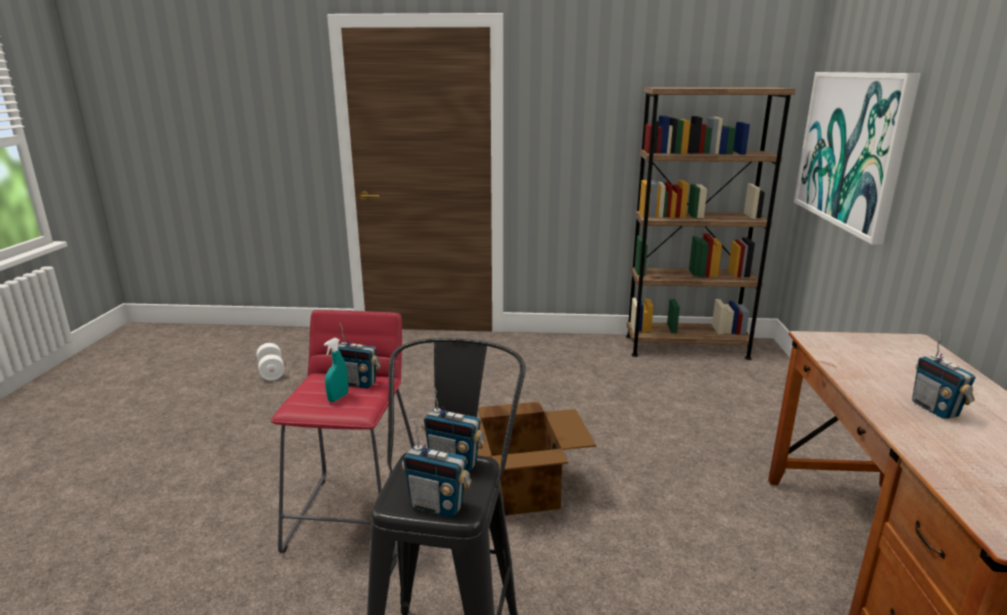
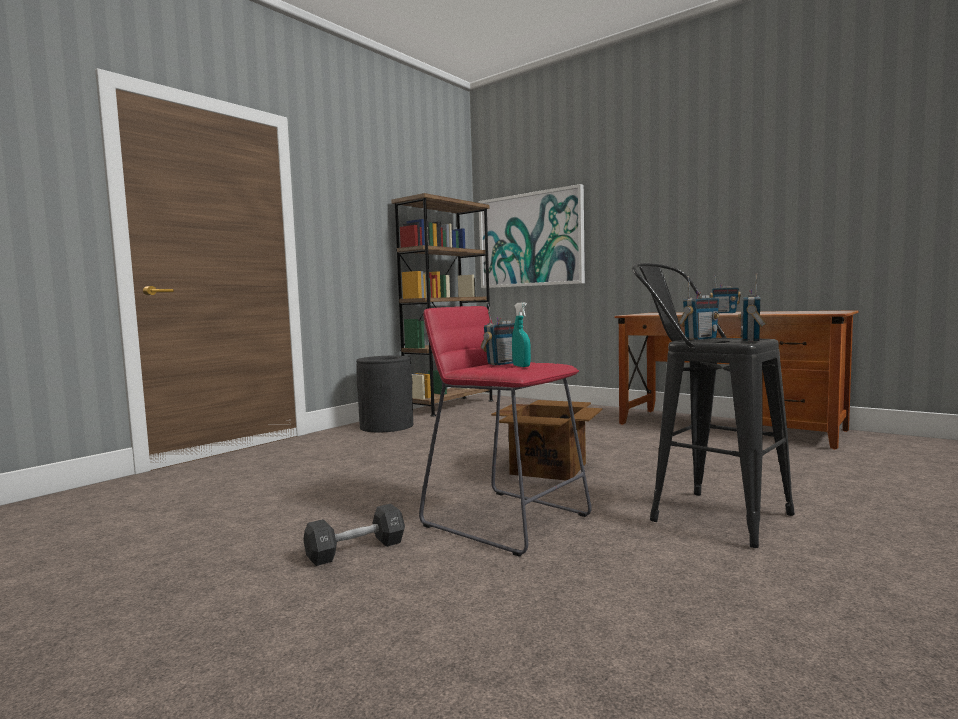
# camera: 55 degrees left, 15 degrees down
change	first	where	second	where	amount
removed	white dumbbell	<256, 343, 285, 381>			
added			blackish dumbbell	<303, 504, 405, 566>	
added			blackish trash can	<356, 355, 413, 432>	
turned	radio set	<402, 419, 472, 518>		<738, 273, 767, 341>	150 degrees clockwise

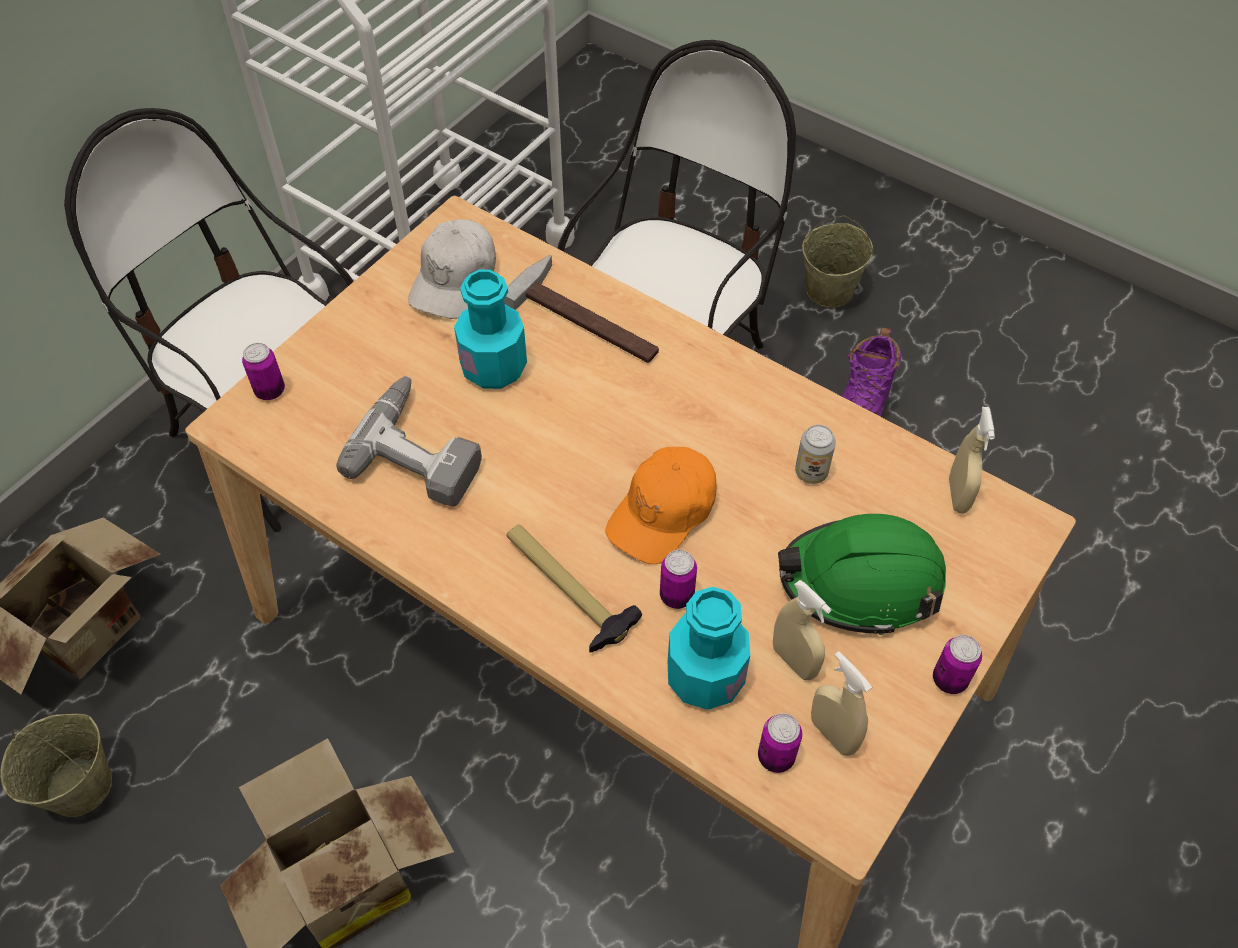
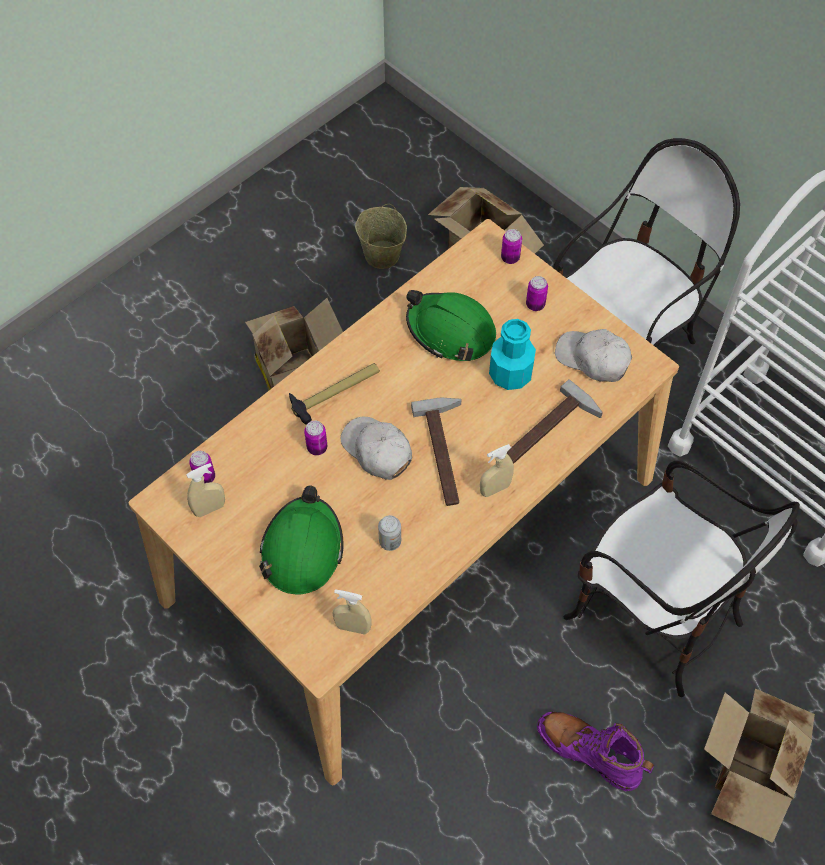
# camera: 100 degrees right, 5 degrees up
change	first	where	second	where	amount
removed	blue-green drink bottle	<668, 587, 750, 710>			
added			hammer	<411, 398, 461, 506>	
moved	beige-coloured hand sprayer	<773, 580, 832, 680>		<480, 444, 514, 497>	
moved	can	<933, 635, 982, 694>		<526, 276, 548, 311>	
replaced	drill	<336, 376, 482, 507>	green work helmet	<406, 290, 496, 361>	
replaced	beige-coloured bucket	<802, 215, 873, 308>	carton	<704, 688, 815, 843>	
recoloured	orange baseball cap	<606, 447, 717, 564>	white baseball cap	<340, 417, 412, 480>	

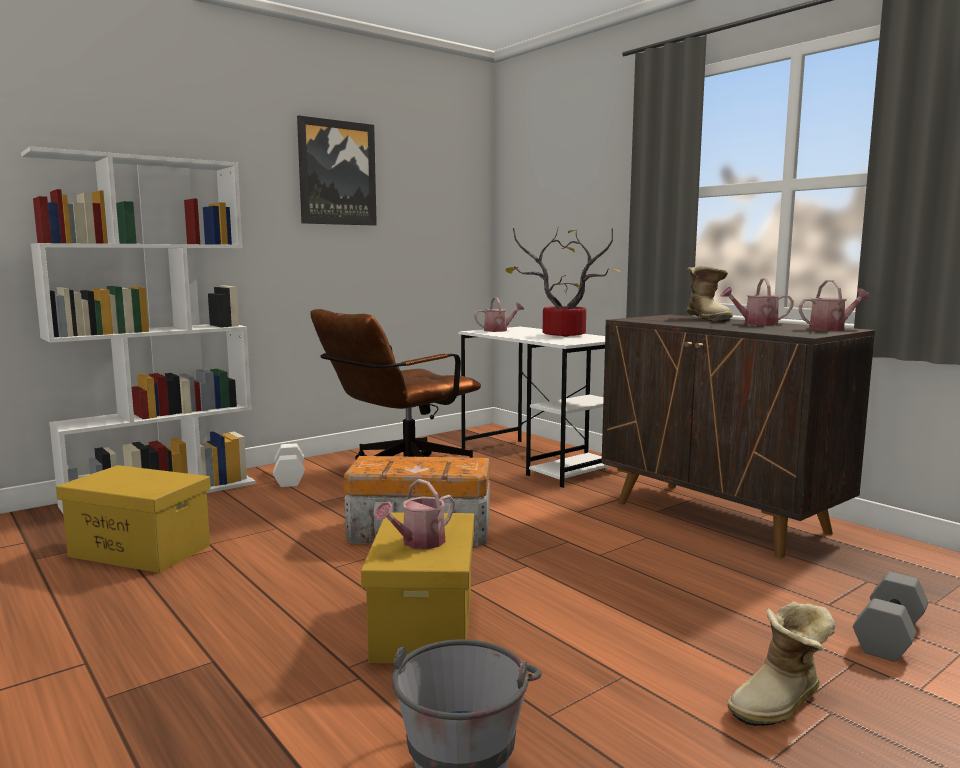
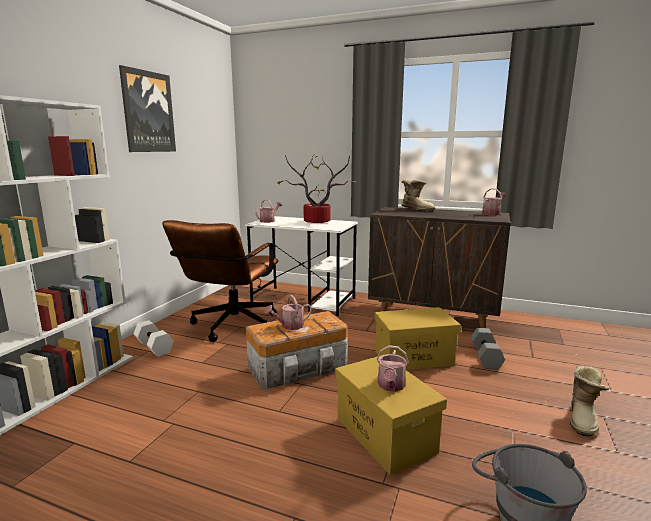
# camera: 30 degrees left, 5 degrees up
change	first	where	second	where	amount
moved	yellow-coloured storage box	<56, 465, 211, 573>		<374, 307, 461, 370>	
moved	sprinkling can	<720, 278, 794, 326>		<265, 295, 312, 330>	
moved	greyish dumbbell	<853, 572, 929, 662>		<471, 328, 505, 370>	

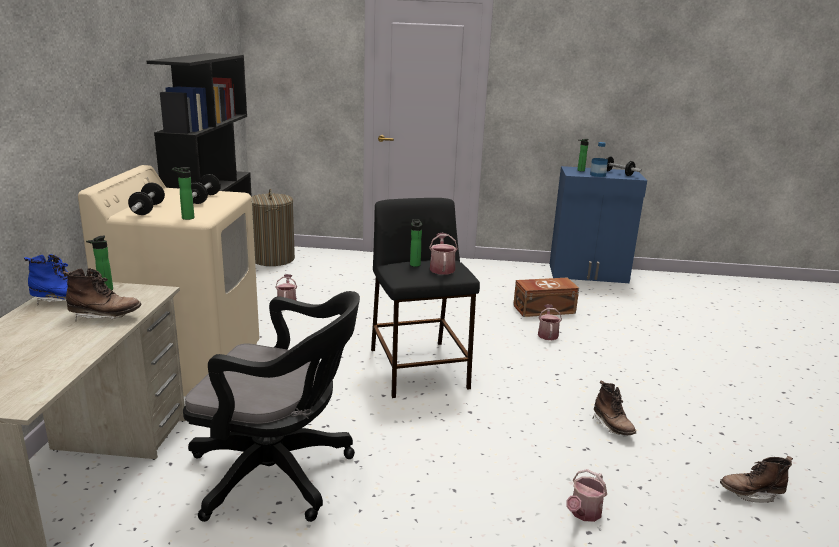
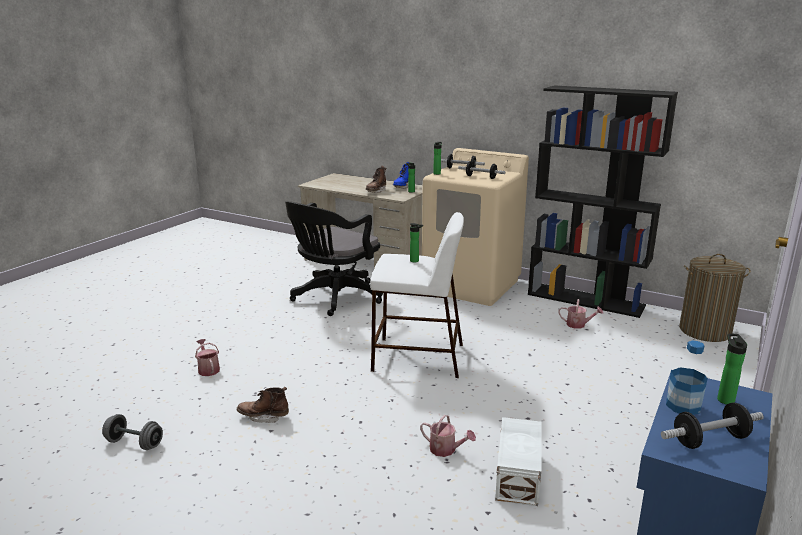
# camera: 115 degrees right, 0 degrees up
change	first	where	second	where	amount
removed	sprinkling can	<429, 233, 458, 275>			
replaced	brown-coloured boot	<720, 456, 793, 503>	greyish dumbbell	<102, 414, 163, 450>	
recoloured	blackish sitting stool	<371, 198, 480, 398>	white sitting stool	<370, 212, 464, 378>	
recoloured	brown-coloured storage box	<513, 278, 579, 317>	white storage box	<495, 417, 542, 506>	

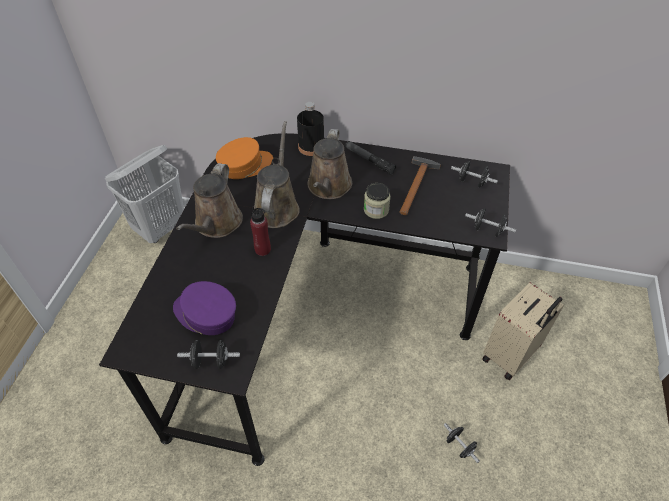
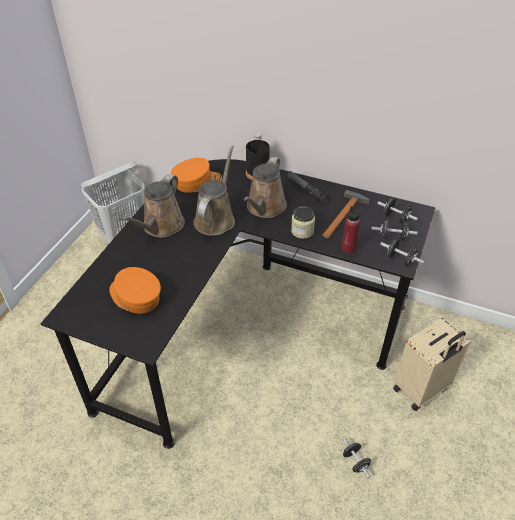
# camera: 10 degrees right, 5 degrees down
change	first	where	second	where	amount
moved	blackish dumbbell	<177, 340, 240, 369>		<371, 219, 418, 242>	
moved	reddish drink bottle	<250, 206, 271, 256>		<342, 207, 362, 253>	
recoloured	purple-coloured baseball cap	<173, 281, 236, 335>	orange baseball cap	<109, 267, 161, 314>	

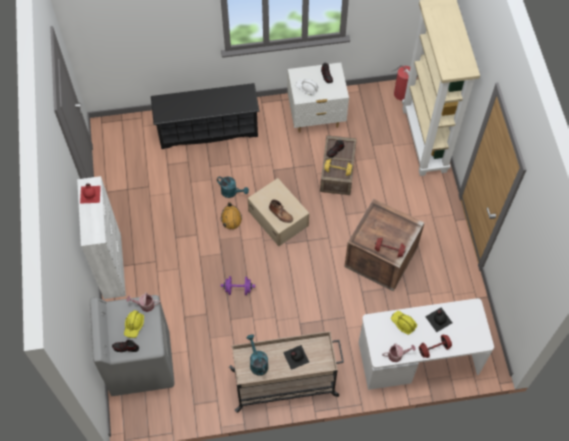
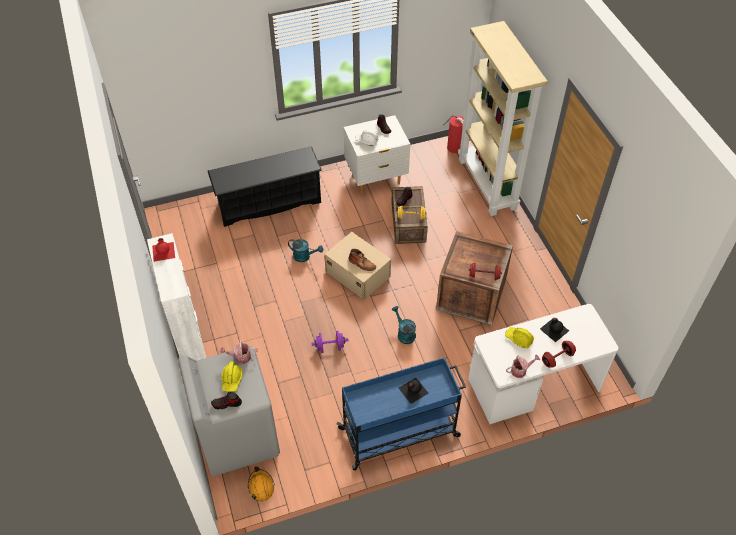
# camera: 10 degrees left, 10 degrees down
change	first	where	second	where	amount
moved	orange work helmet	<221, 202, 242, 229>		<248, 466, 275, 501>	
moved	blue-green sprinkling can	<247, 334, 268, 376>		<392, 306, 416, 344>	
recoloured	beige-coloured trolley	<229, 331, 344, 413>	blue-coloured trolley	<337, 357, 466, 471>	

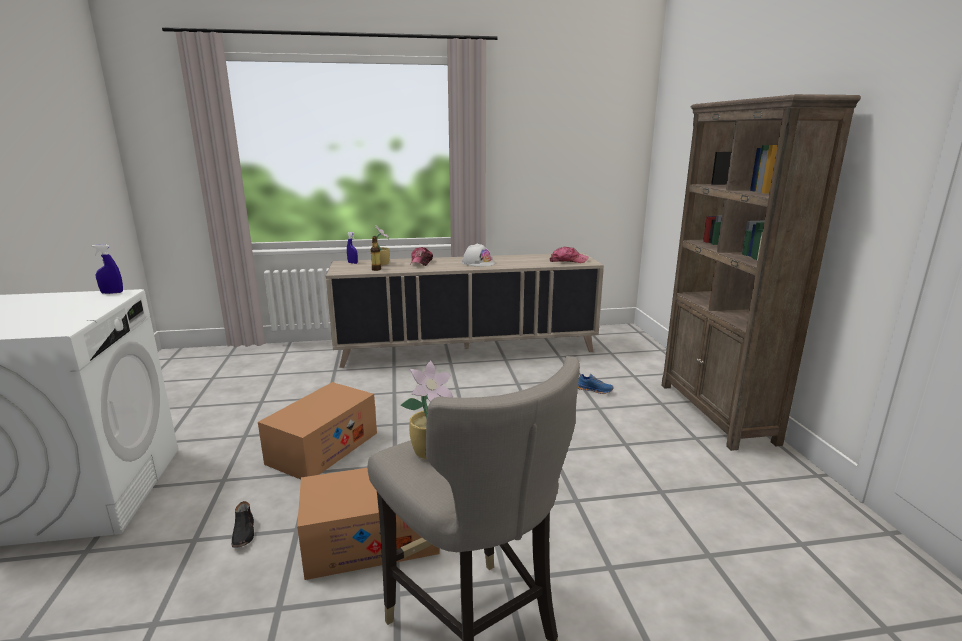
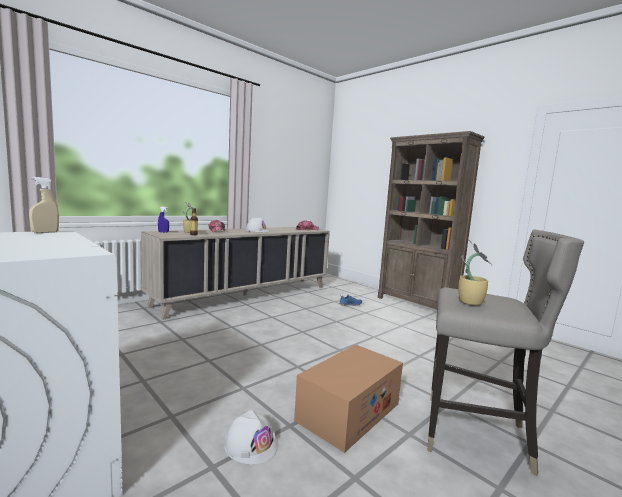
# camera: 35 degrees left, 10 degrees down
change	first	where	second	where	amount
removed	carton	<258, 382, 377, 480>			
replaced	blackish shoe	<231, 501, 254, 548>	white work helmet	<224, 410, 278, 465>	
recoloured	blue-coloured hand sprayer	<92, 244, 123, 294>	beige-coloured hand sprayer	<29, 177, 59, 233>	

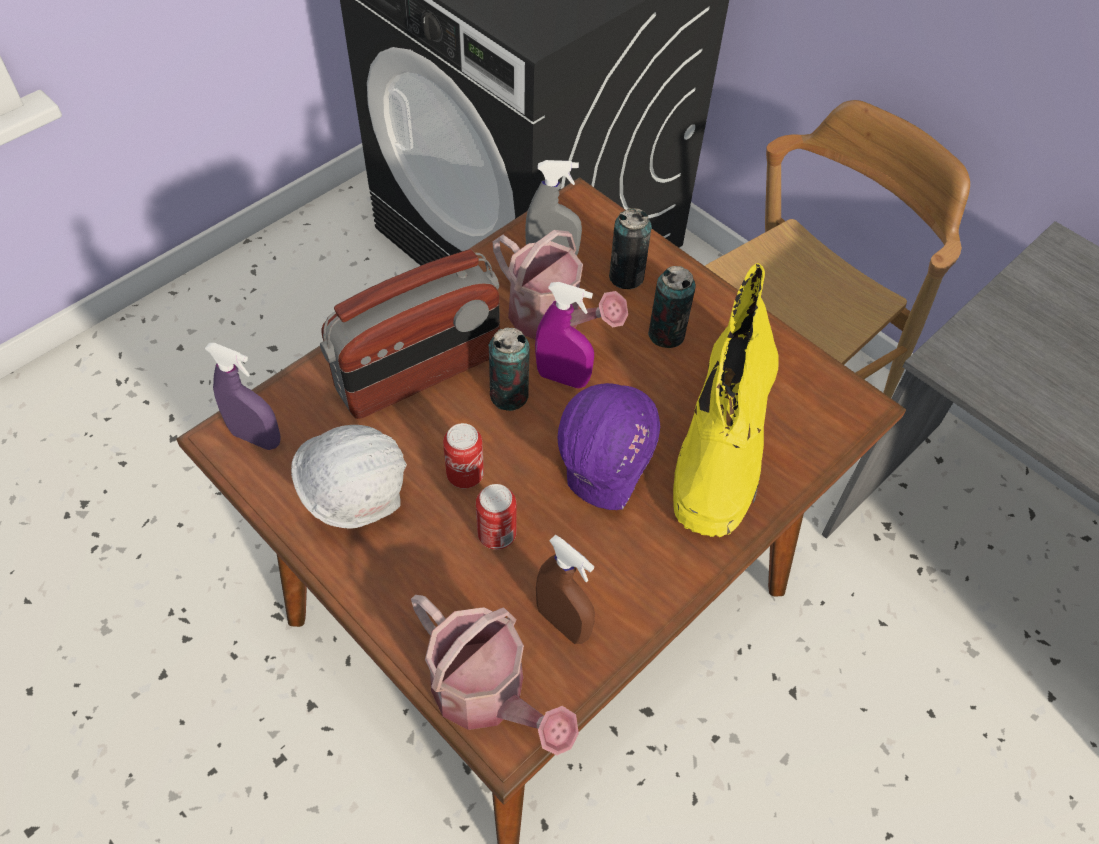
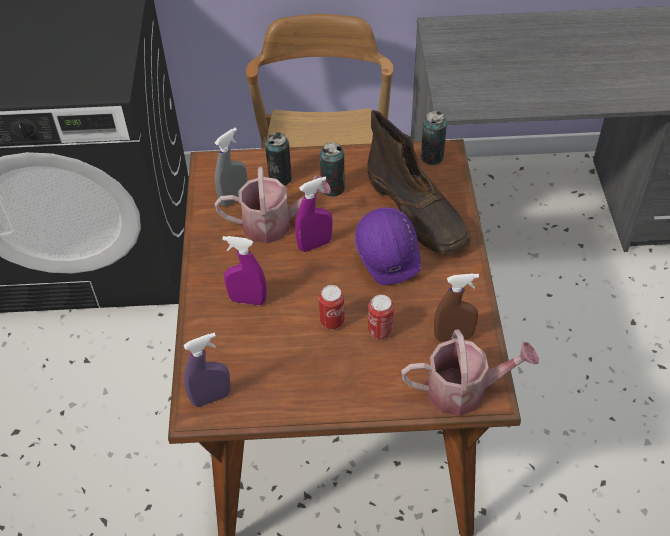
# camera: 45 degrees left, 5 degrees down
change	first	where	second	where	amount
removed	white work helmet	<291, 425, 407, 529>			
moved	can	<488, 327, 530, 411>		<420, 111, 447, 165>	
replaced	radio set	<320, 249, 500, 419>	purple-coloured hand sprayer	<222, 236, 267, 305>	
recoloured	yellow-coloured boot	<673, 263, 779, 537>	brown-coloured boot	<368, 110, 471, 256>	

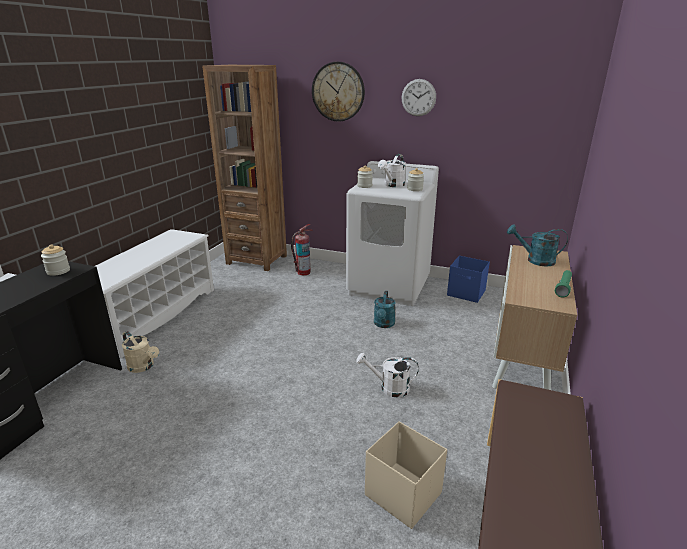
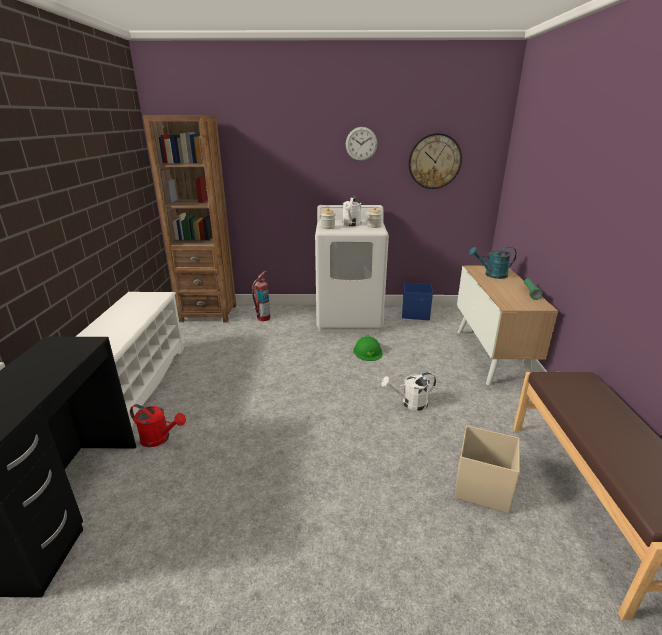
# camera: 20 degrees left, 0 degrees up
change	first	where	second	where	amount
removed	jar	<41, 244, 70, 276>			
moved	clock on the wall	<312, 62, 365, 122>		<408, 133, 462, 189>	
replaced	blue-green sprinkling can	<374, 291, 396, 328>	green work helmet	<353, 336, 383, 361>	
recoloured	beige-coloured sprinkling can	<122, 331, 159, 373>	reddish sprinkling can	<130, 404, 186, 447>	

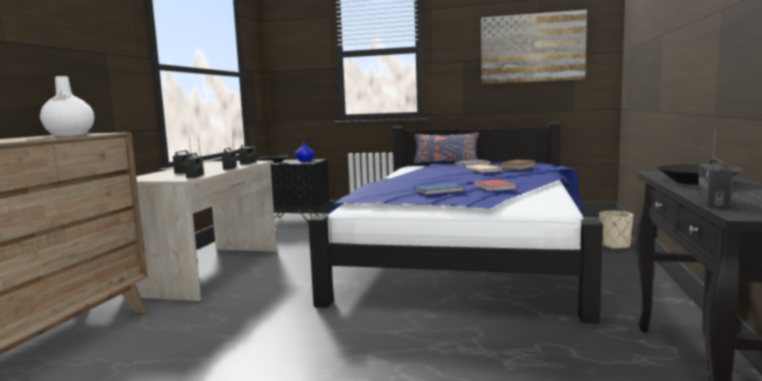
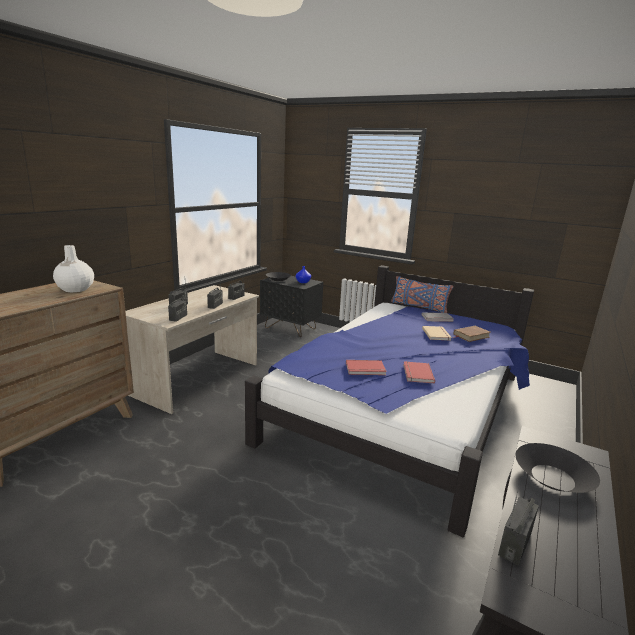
# camera: 15 degrees right, 10 degrees up
change	first	where	second	where	amount
removed	wall art	<481, 10, 587, 84>			
removed	beige-coloured flower pot	<599, 211, 634, 249>			
recoloured	blue-coloured bound book	<414, 183, 464, 195>	reddish bound book	<346, 360, 387, 375>	

